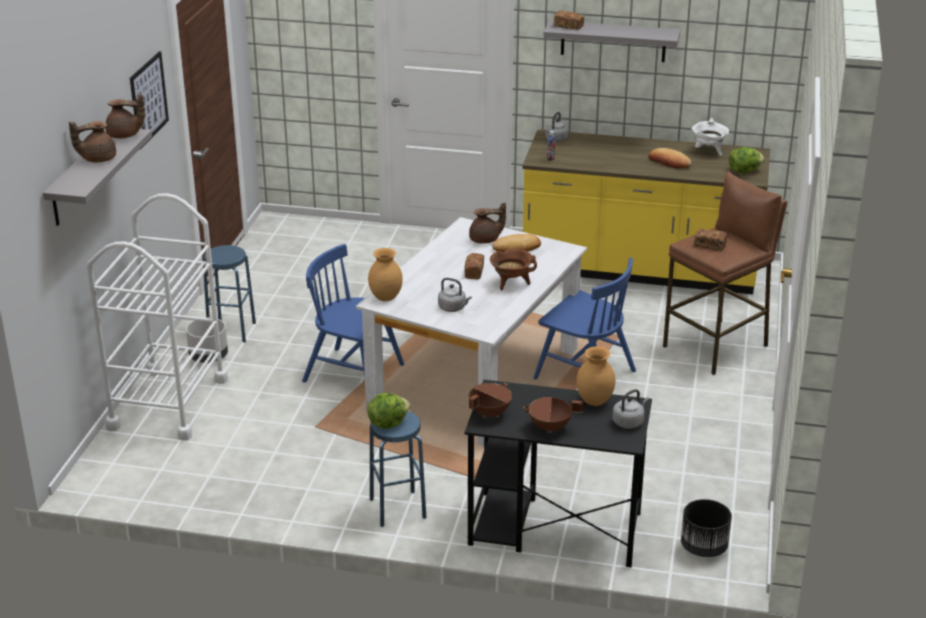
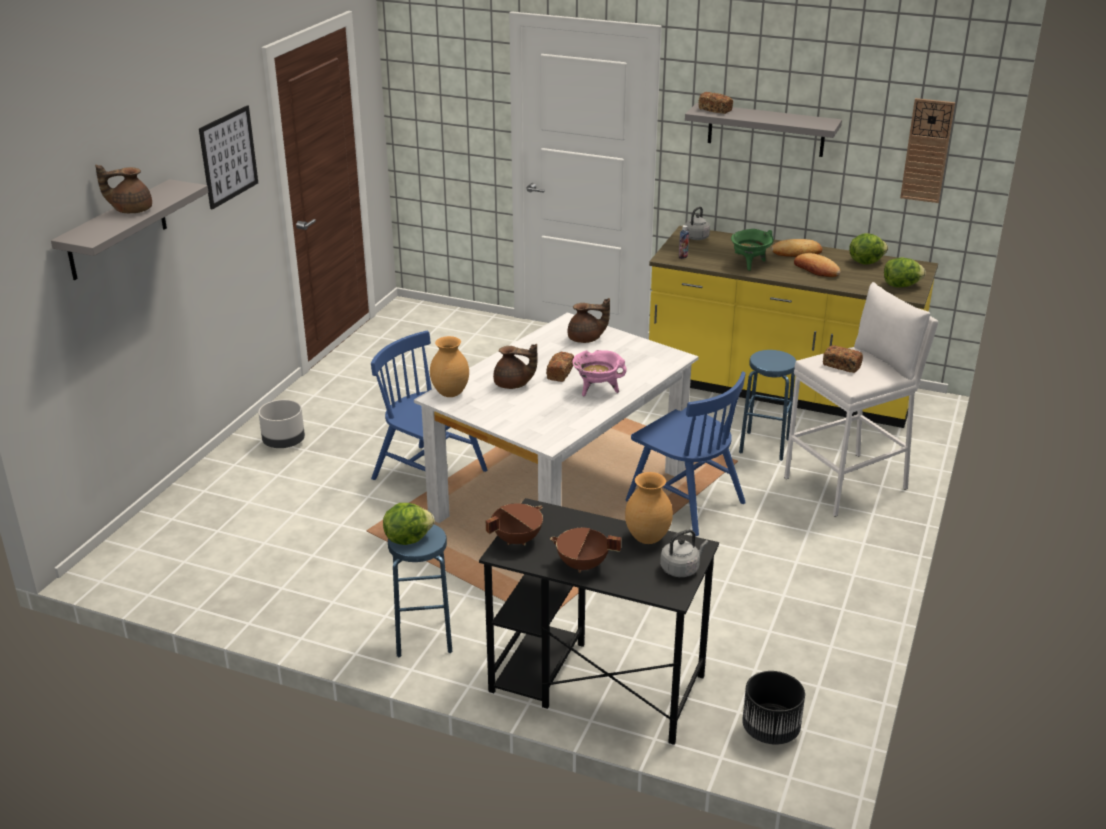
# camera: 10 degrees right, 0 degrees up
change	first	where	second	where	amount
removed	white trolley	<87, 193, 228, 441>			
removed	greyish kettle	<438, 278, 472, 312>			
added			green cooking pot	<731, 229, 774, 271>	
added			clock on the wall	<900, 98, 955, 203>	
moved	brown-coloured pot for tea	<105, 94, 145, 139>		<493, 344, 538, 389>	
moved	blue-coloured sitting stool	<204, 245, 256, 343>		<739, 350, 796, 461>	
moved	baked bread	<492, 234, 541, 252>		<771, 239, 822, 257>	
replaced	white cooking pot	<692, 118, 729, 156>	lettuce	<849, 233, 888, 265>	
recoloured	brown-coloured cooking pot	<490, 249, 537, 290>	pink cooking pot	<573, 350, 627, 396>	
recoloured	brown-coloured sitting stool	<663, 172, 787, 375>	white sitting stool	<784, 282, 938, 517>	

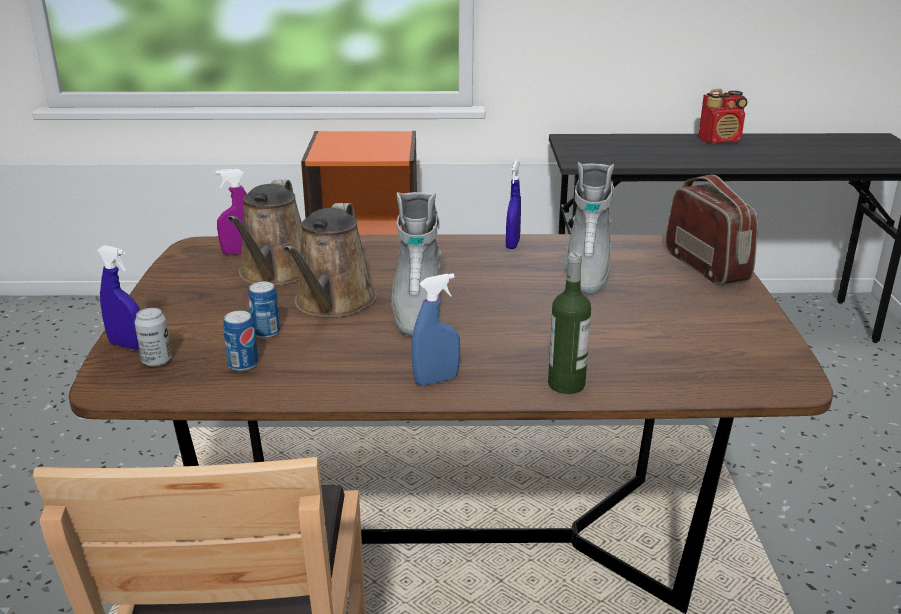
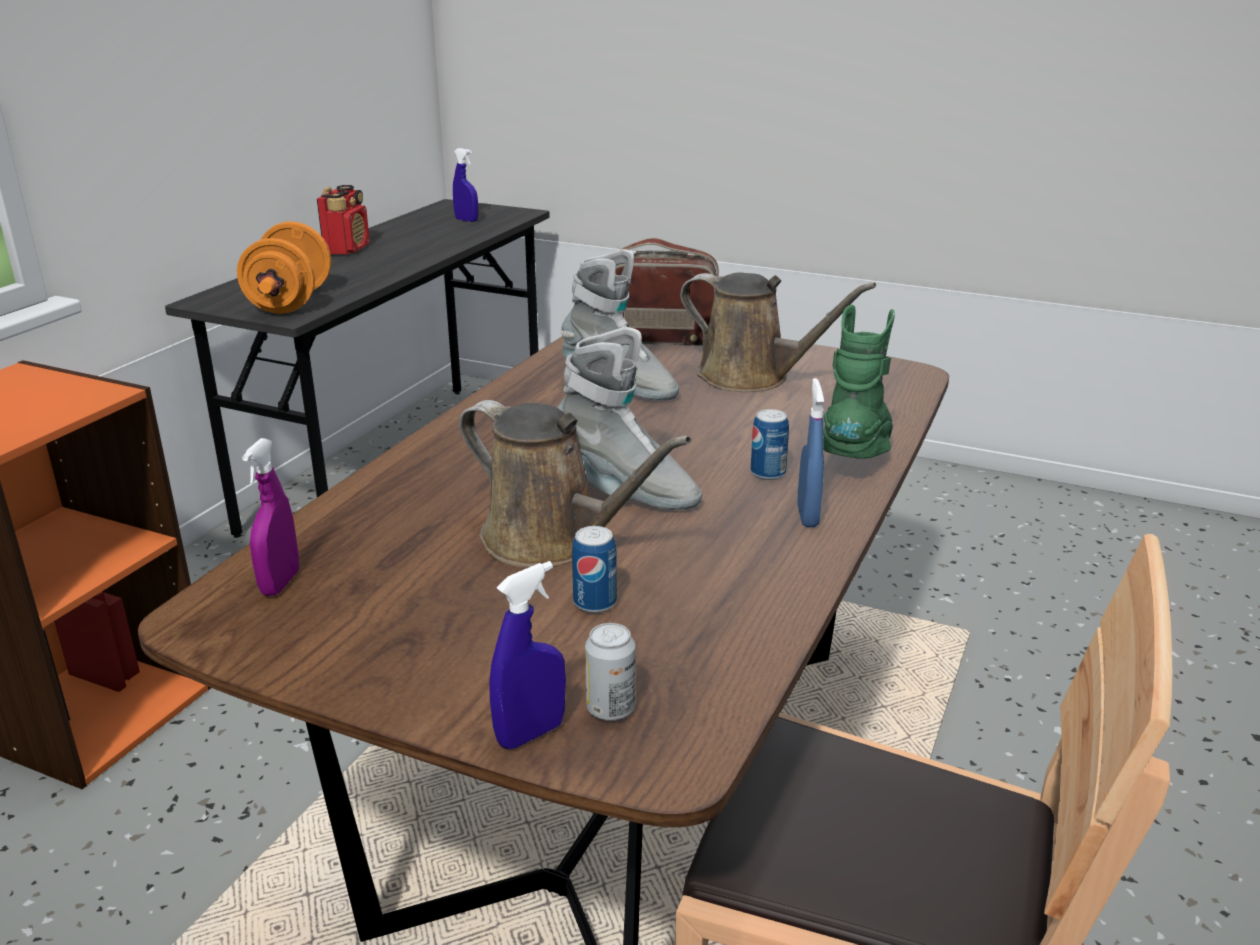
# camera: 65 degrees left, 0 degrees up
change	first	where	second	where	amount
added			orange dumbbell	<237, 222, 331, 314>	
moved	can	<223, 311, 258, 371>		<751, 409, 789, 480>	
moved	brown-coloured sprinkling can	<227, 180, 302, 286>		<680, 272, 876, 392>	
moved	blue-coloured hand sprayer	<506, 161, 521, 249>		<453, 148, 478, 222>	
replaced	drink bottle	<548, 252, 591, 394>	green boot	<823, 305, 895, 459>	

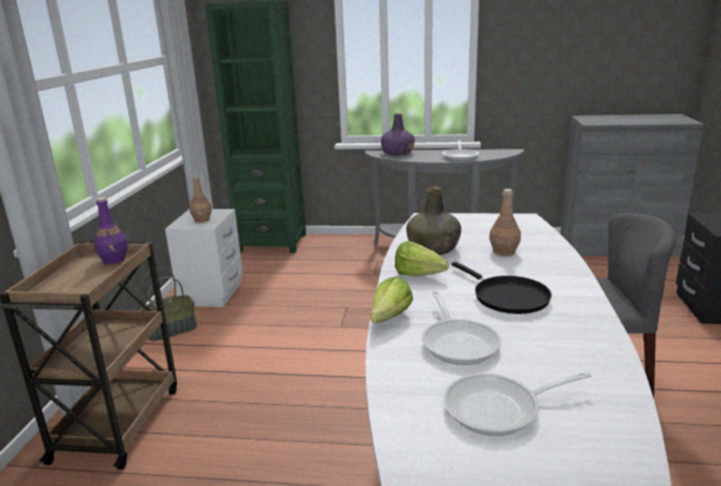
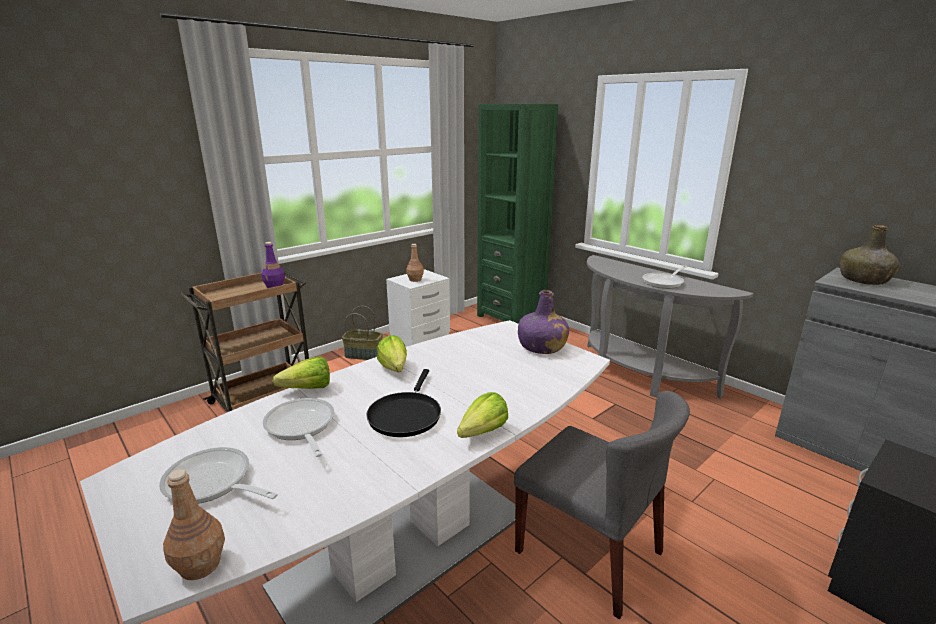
# camera: 40 degrees right, 0 degrees up
change	first	where	second	where	amount
added			lettuce	<457, 392, 508, 438>	
moved	purple-coloured drink bottle	<381, 114, 415, 156>		<518, 290, 569, 354>	
moved	green drink bottle	<406, 186, 461, 255>		<840, 225, 899, 285>	
moved	brown-coloured drink bottle	<489, 189, 521, 256>		<163, 469, 225, 580>	
turned	skillet	<422, 290, 501, 365>		<263, 398, 334, 457>	120 degrees clockwise

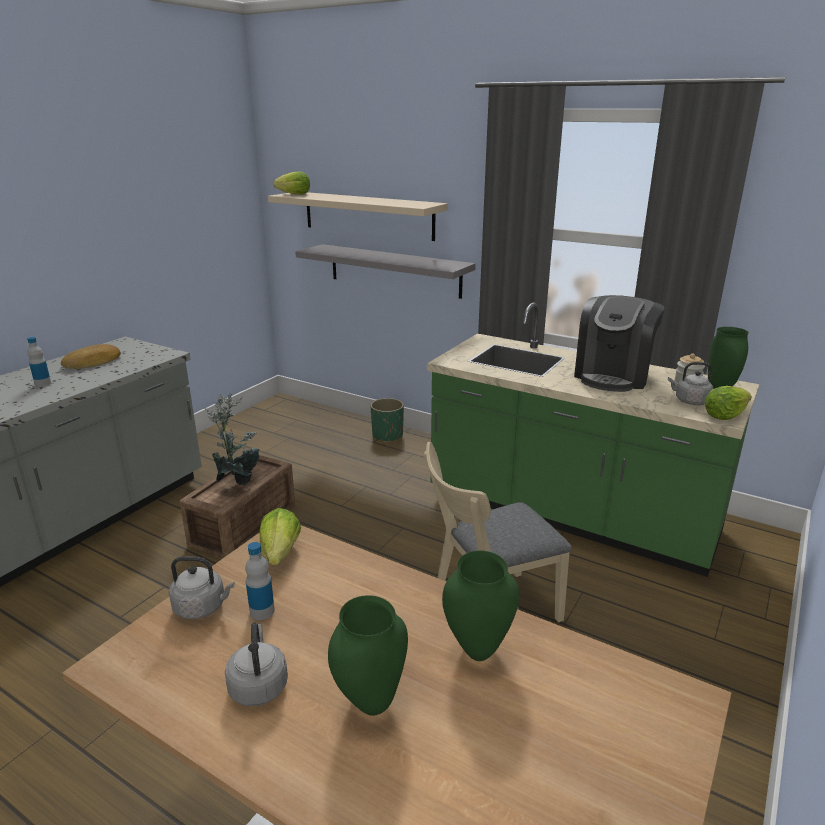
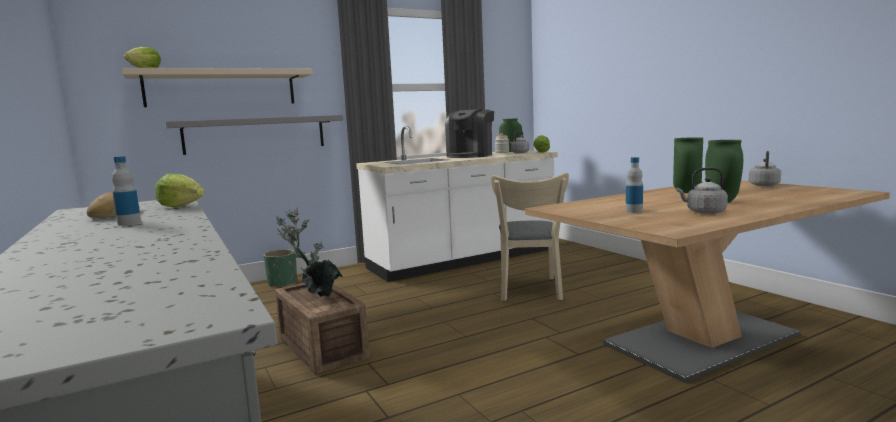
# camera: 60 degrees left, 15 degrees down
change	first	where	second	where	amount
moved	greyish kettle	<169, 556, 234, 619>		<749, 151, 781, 186>	
moved	lettuce	<260, 508, 301, 565>		<155, 174, 204, 207>	
recoloured	green kitchen counter	<427, 303, 759, 577>	white kitchen counter	<356, 126, 558, 282>	
turned	coffee maker	<574, 295, 665, 392>		<445, 109, 494, 158>	60 degrees clockwise

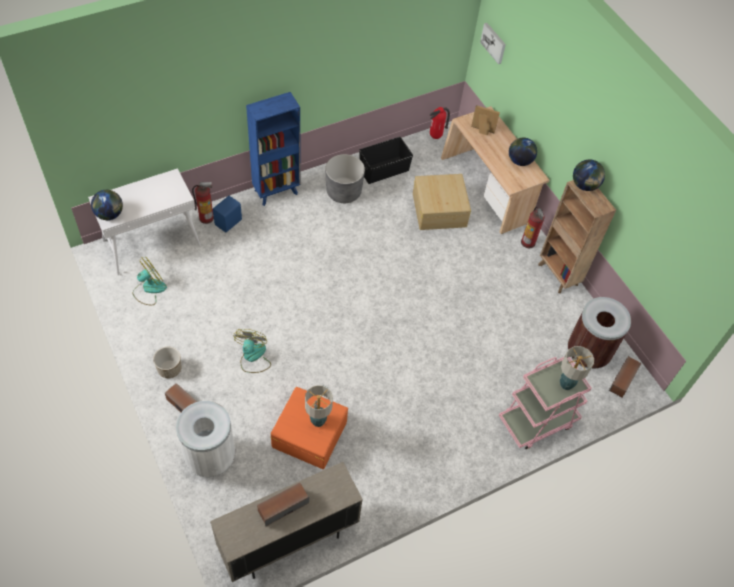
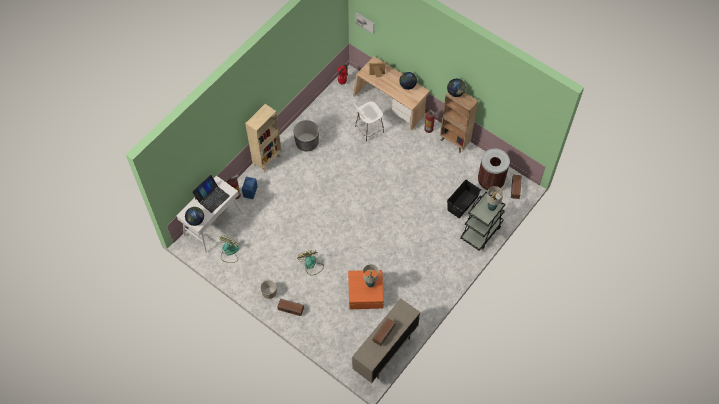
# camera: 20 degrees left, 5 degrees up
change	first	where	second	where	amount
removed	white trash can	<176, 401, 235, 477>			
added			portable computer	<192, 175, 230, 213>	
moved	blackish storage box	<359, 137, 413, 184>		<447, 180, 481, 218>	
replaced	beige-coloured storage box	<413, 174, 471, 230>	white sitting stool	<353, 101, 384, 142>	
recoloured	blue-coloured shelving unit	<246, 92, 301, 206>	beige-coloured shelving unit	<245, 104, 281, 173>	
recoloured	pink trolley	<499, 357, 592, 449>	blackish trolley	<460, 192, 505, 251>	

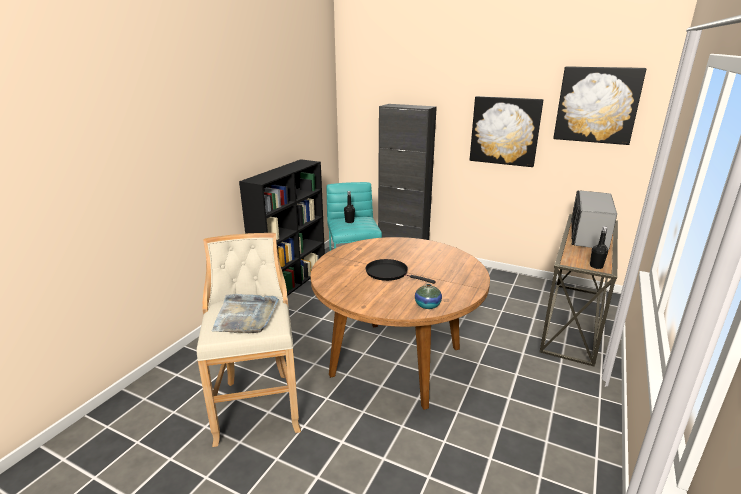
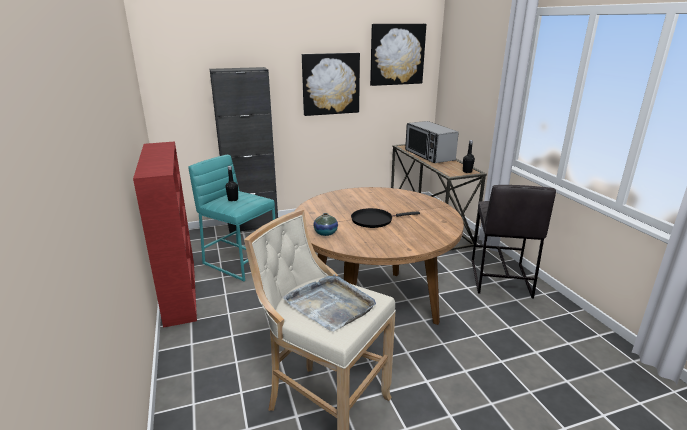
# camera: 45 degrees left, 0 degrees up
change	first	where	second	where	amount
added			greyish sitting stool	<472, 185, 556, 299>	
moved	vase	<415, 284, 442, 309>		<314, 213, 338, 236>	
recoloured	blackish shelving unit	<239, 159, 325, 296>	reddish shelving unit	<133, 141, 197, 328>	

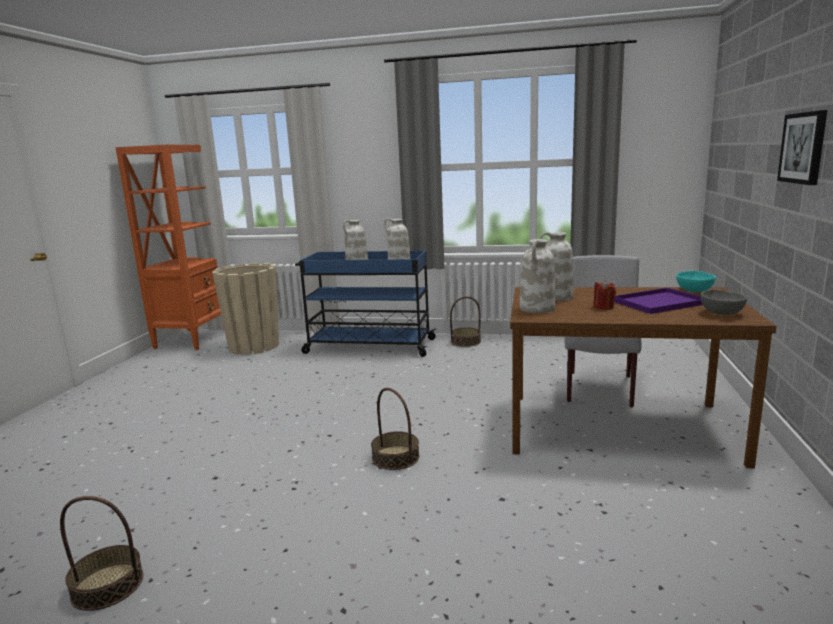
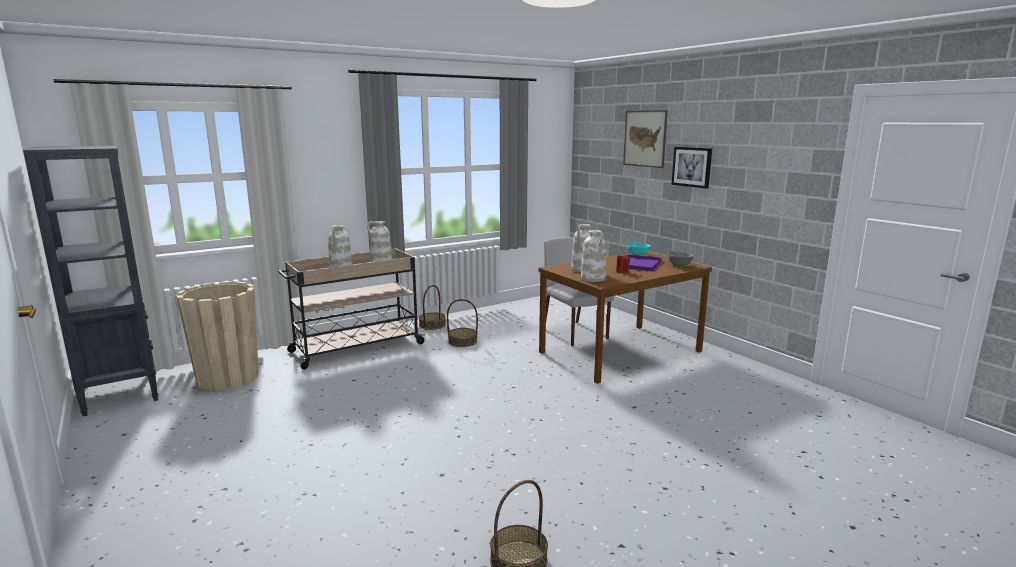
# camera: 45 degrees left, 0 degrees up
change	first	where	second	where	amount
added			wall art	<623, 110, 668, 168>	
moved	storage basket	<371, 388, 420, 470>		<447, 299, 478, 347>	
recoloured	orange shelving unit	<115, 145, 221, 350>	blackish shelving unit	<23, 146, 158, 416>	
recoloured	blue-coloured trolley	<295, 251, 437, 357>	beige-coloured trolley	<278, 249, 426, 369>	

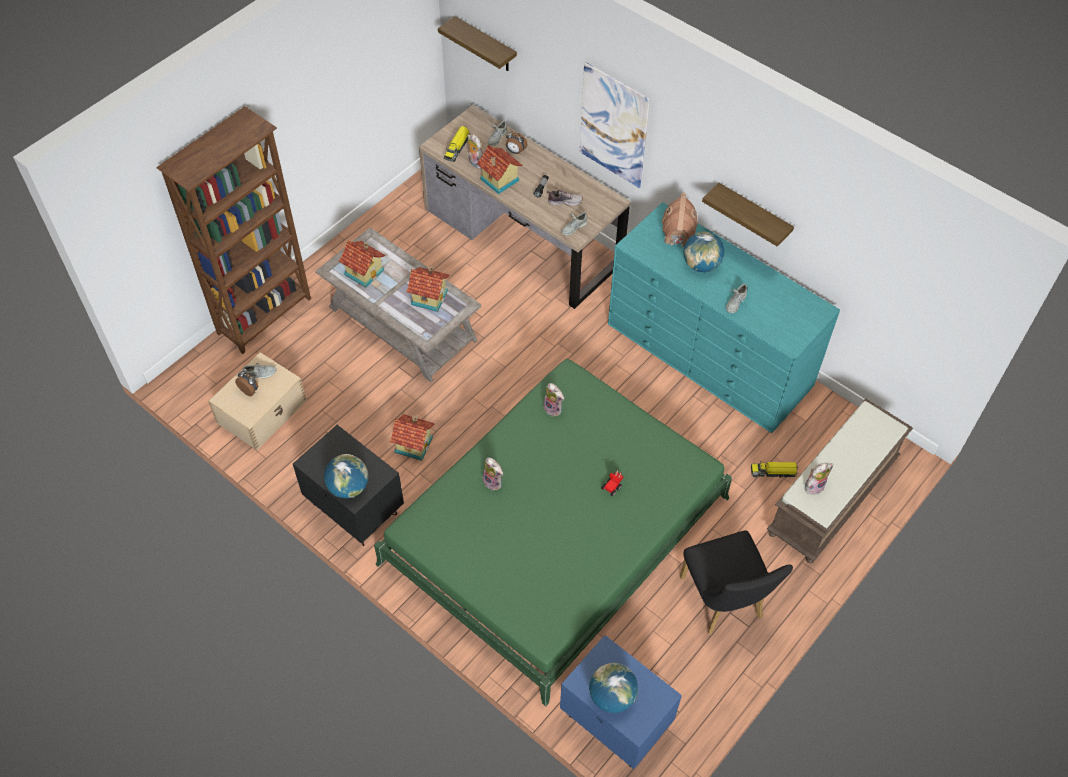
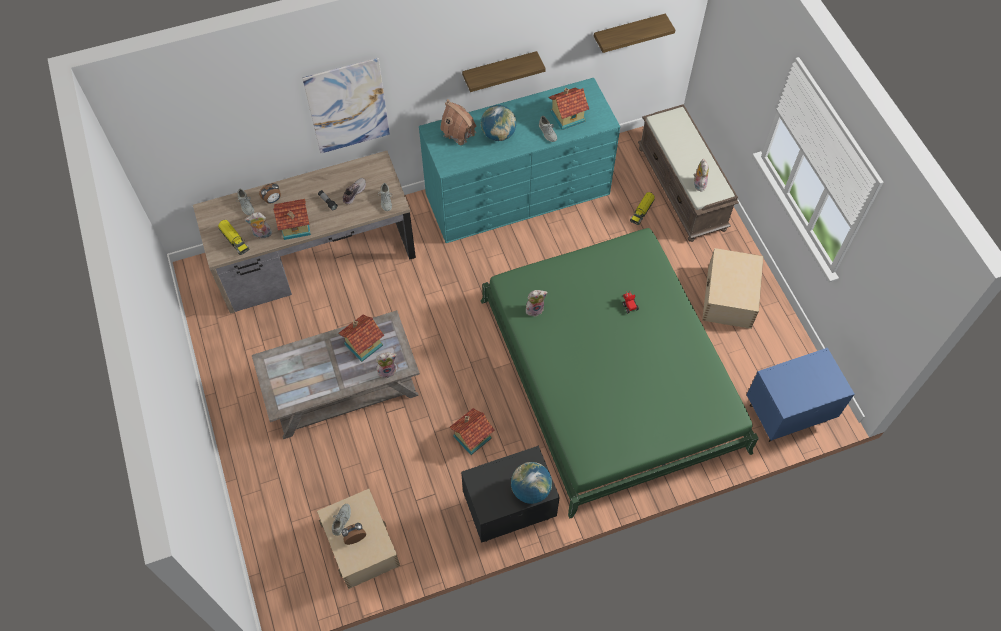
# camera: 60 degrees left, 5 degrees up
change	first	where	second	where	amount
removed	brown-coloured shelving unit	<156, 106, 311, 354>			
removed	desk globe	<589, 663, 638, 713>			
moved	miniature house	<339, 241, 385, 288>		<548, 87, 589, 130>	
moved	bracket shelf	<438, 16, 517, 71>		<594, 13, 675, 53>	
moved	cuddly toy	<483, 457, 503, 491>		<376, 352, 397, 379>	
replaced	blackish chair	<680, 530, 793, 635>	beige-coloured storage box	<702, 248, 763, 329>	

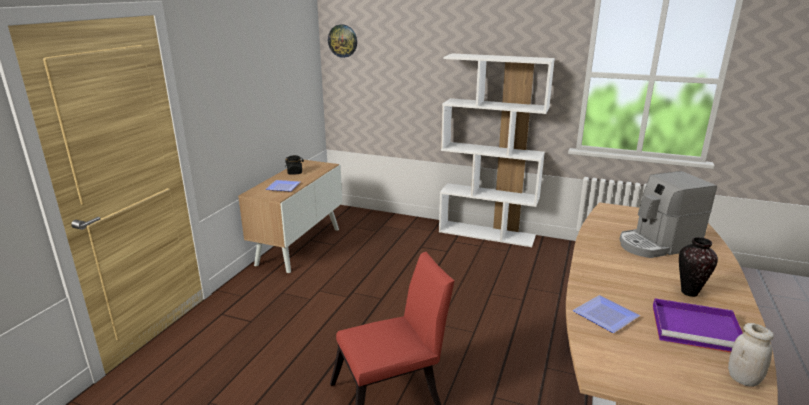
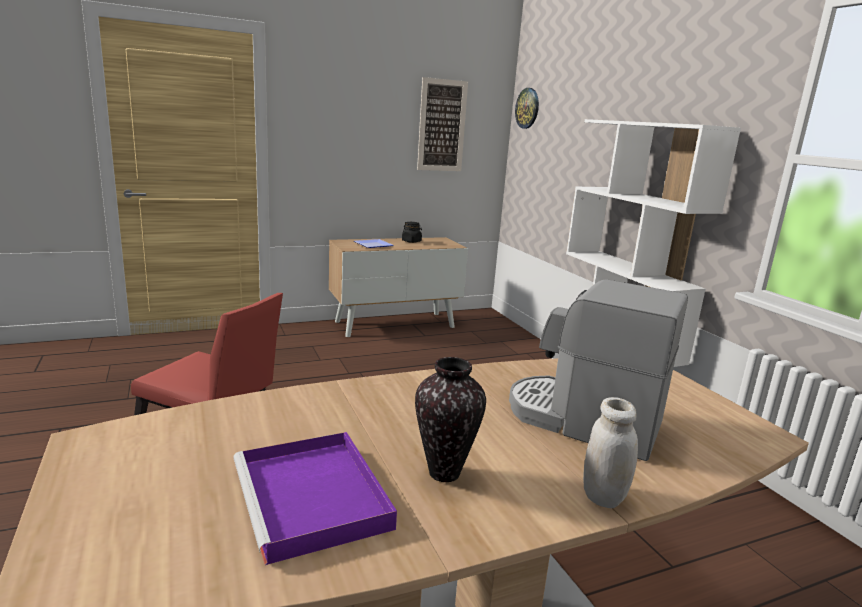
# camera: 45 degrees right, 5 degrees down
change	first	where	second	where	amount
removed	dinner plate	<573, 295, 640, 333>			
added			wall art	<417, 77, 468, 171>	
moved	white jar	<728, 323, 774, 387>		<583, 397, 638, 508>	

